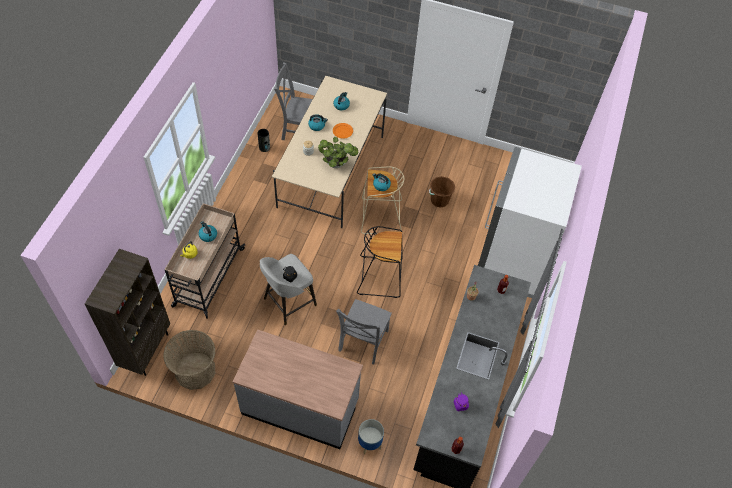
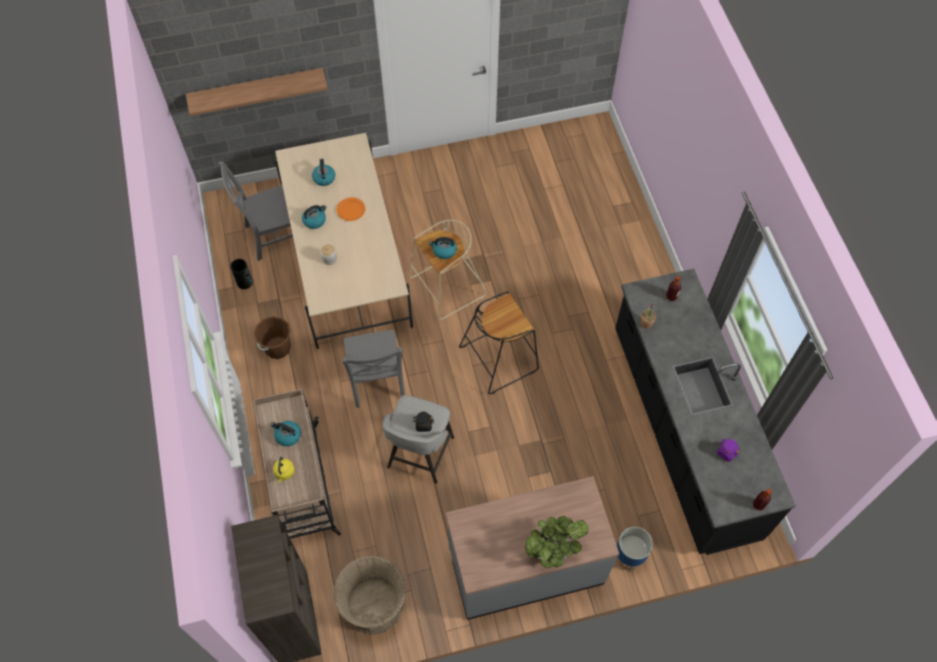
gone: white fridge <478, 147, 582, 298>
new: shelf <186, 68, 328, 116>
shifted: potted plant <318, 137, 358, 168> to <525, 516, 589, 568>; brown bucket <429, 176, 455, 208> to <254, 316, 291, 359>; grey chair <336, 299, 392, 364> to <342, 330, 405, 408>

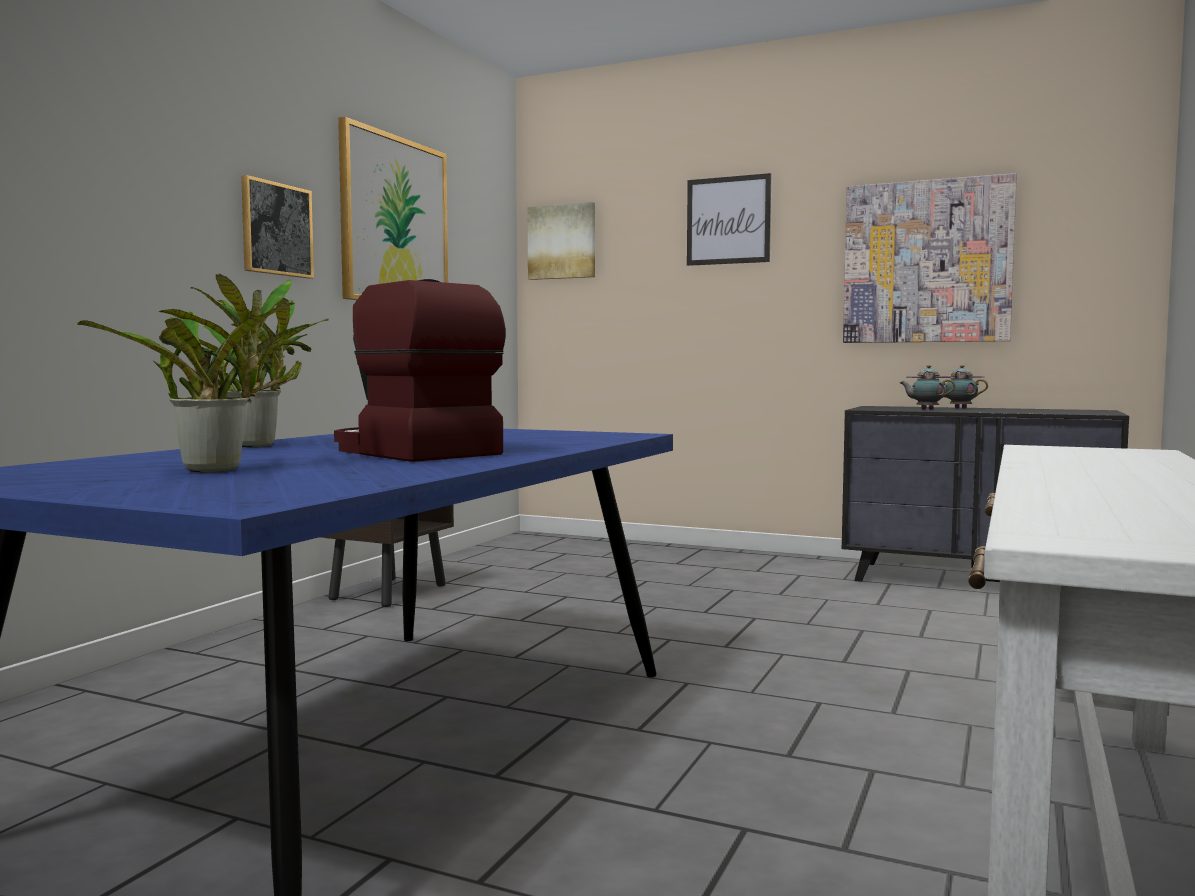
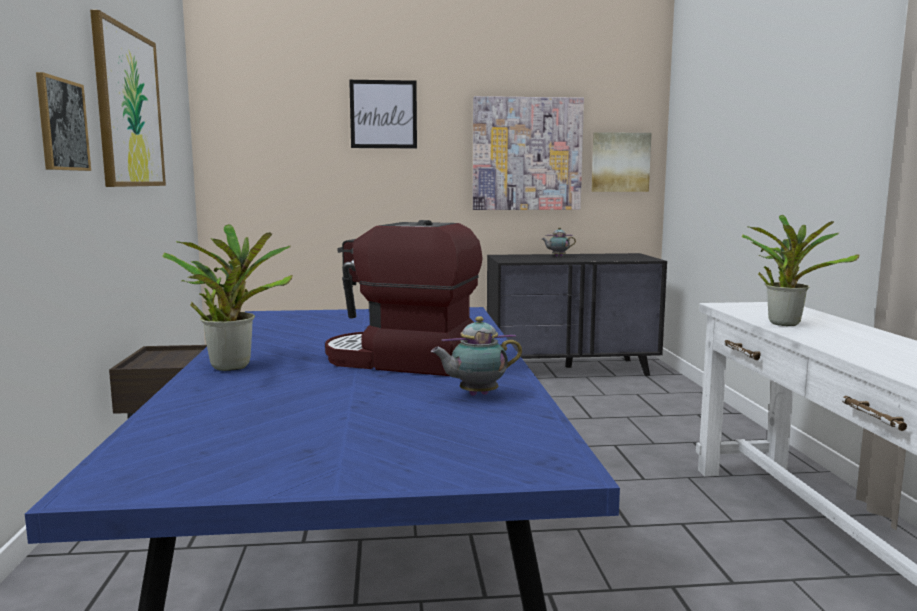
shifted: picture <527, 202, 595, 280> to <591, 132, 651, 192>; potted plant <77, 274, 311, 473> to <742, 215, 859, 326>; teapot <900, 365, 955, 410> to <431, 316, 522, 396>

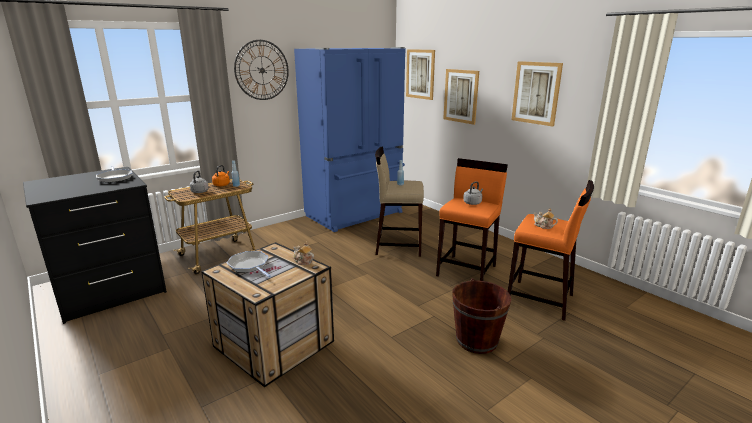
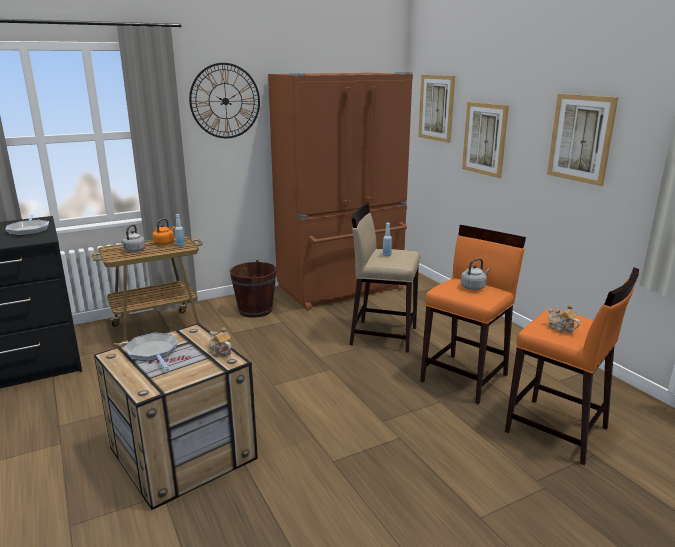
shifted: brown bucket <452, 278, 511, 354> to <230, 260, 277, 318>
repainted: blue fridge <294, 47, 406, 232> to brown fridge <268, 72, 413, 310>

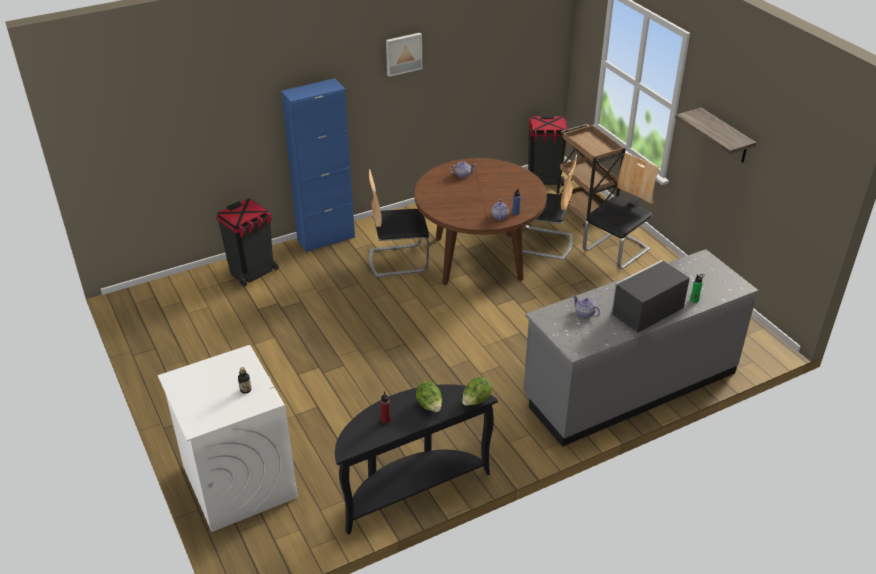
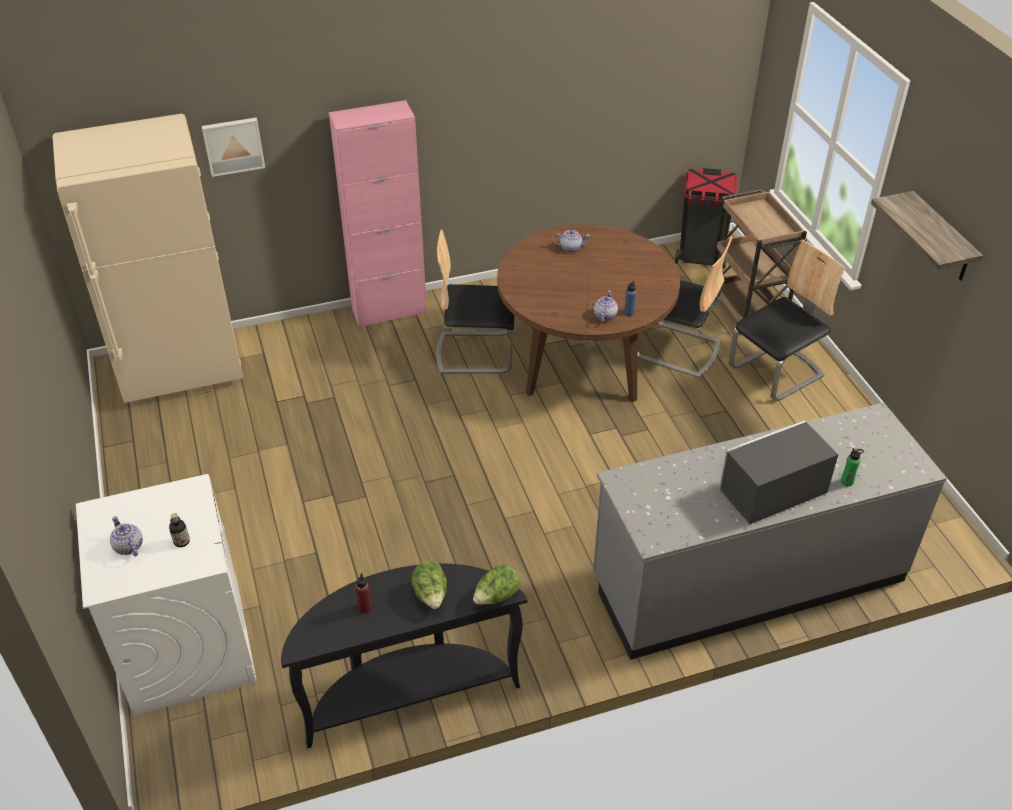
gone: black trash can <216, 199, 279, 287>
new: beige fridge <53, 114, 243, 403>
shifted: picture <386, 33, 422, 77> to <202, 117, 265, 177>; teapot <573, 295, 600, 318> to <110, 516, 143, 556>
repainted: blue cabinet <281, 78, 355, 252> to pink cabinet <329, 100, 427, 327>

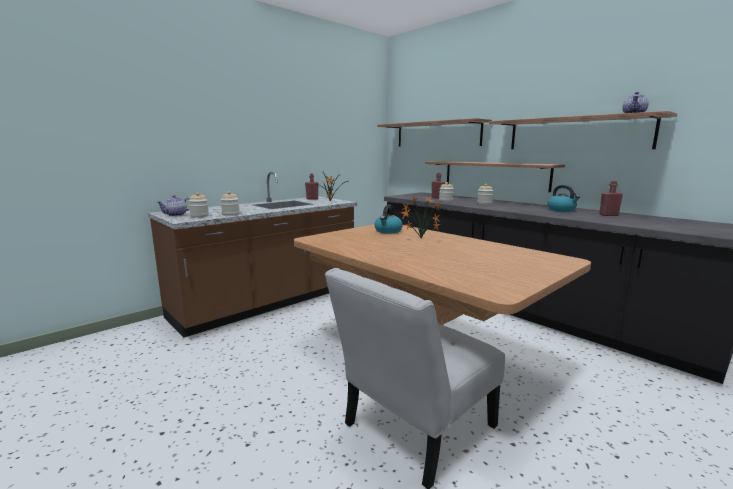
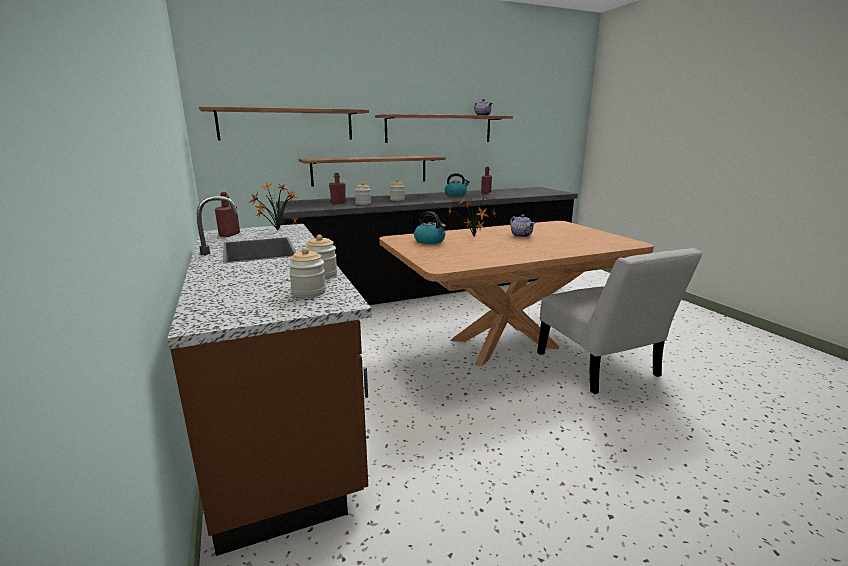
shifted: teapot <157, 195, 190, 216> to <510, 214, 535, 237>

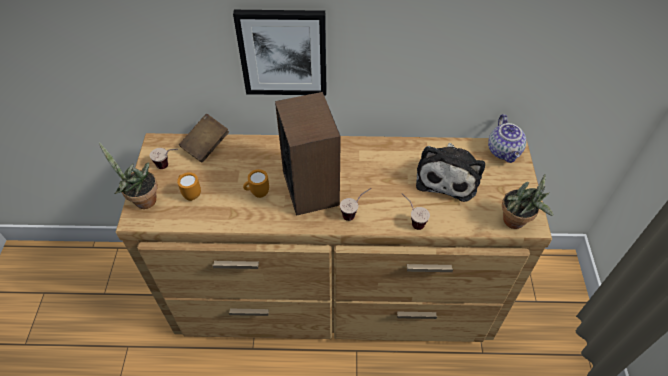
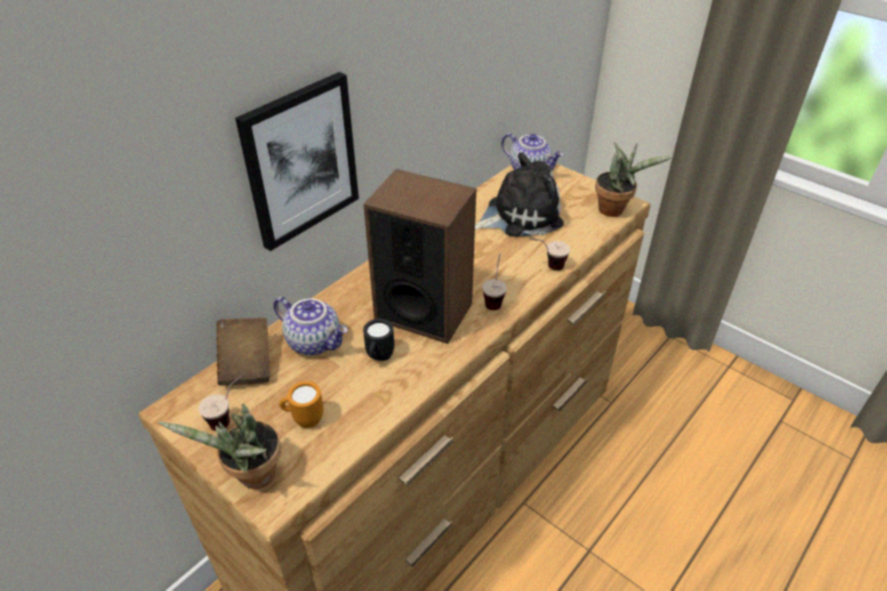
new: teapot <273, 297, 348, 355>
repainted: orange mug <243, 169, 269, 198> to black mug <363, 319, 394, 361>
rotated: plush toy <416, 143, 485, 202> = <475, 152, 564, 237> 75 degrees counterclockwise

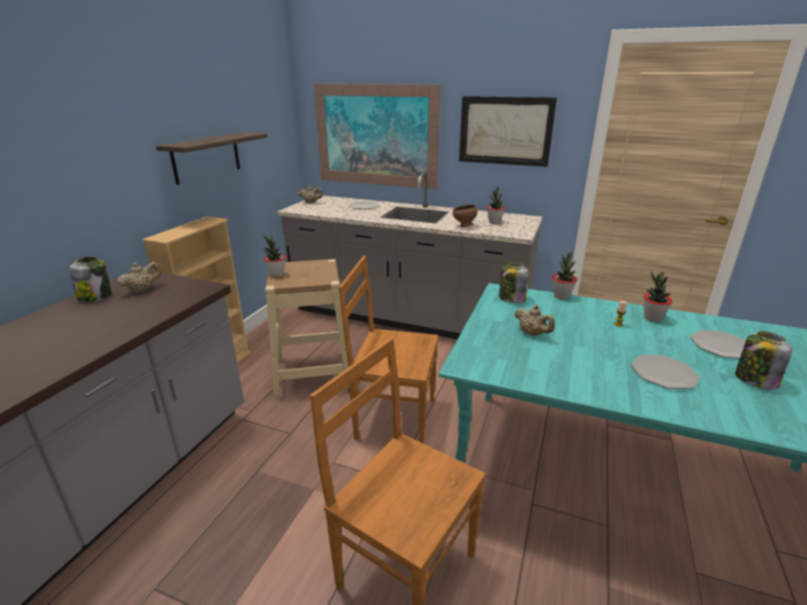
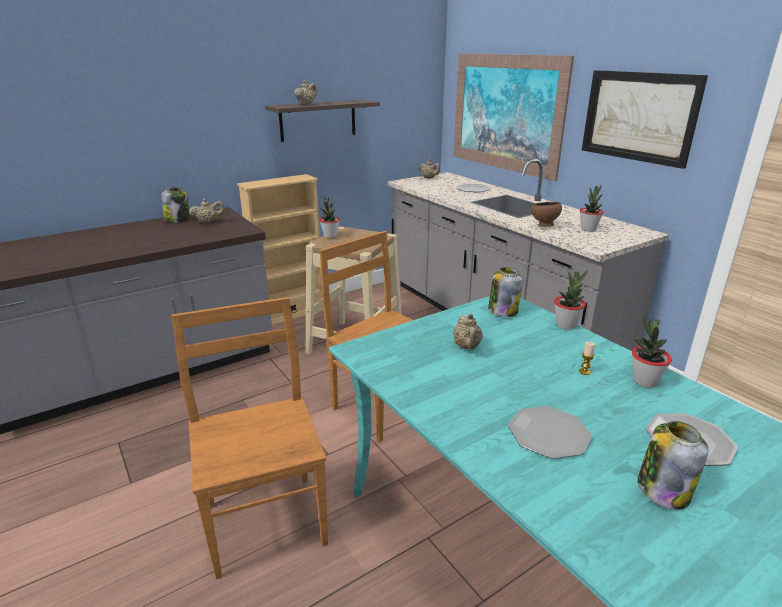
new: beige teapot <294, 80, 317, 105>

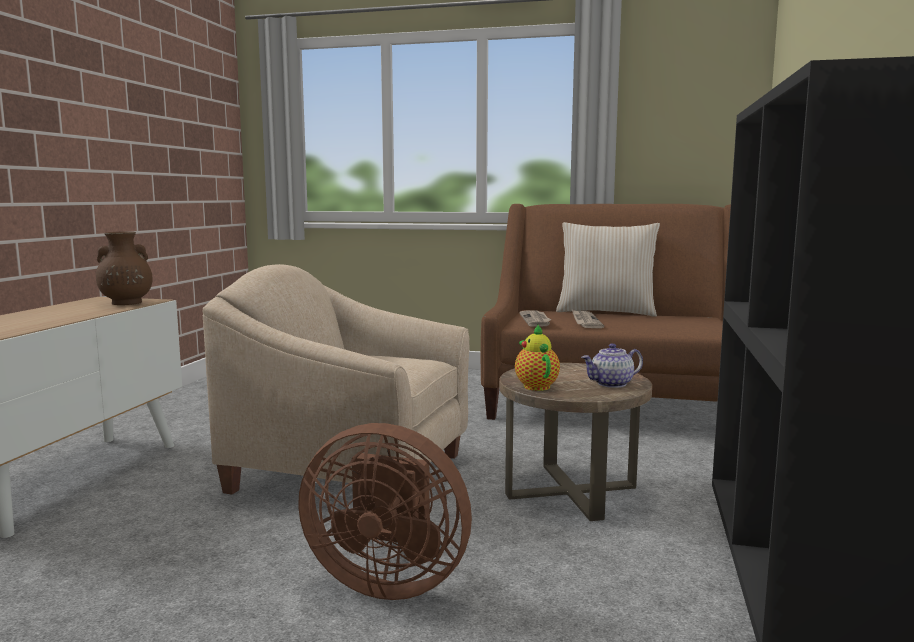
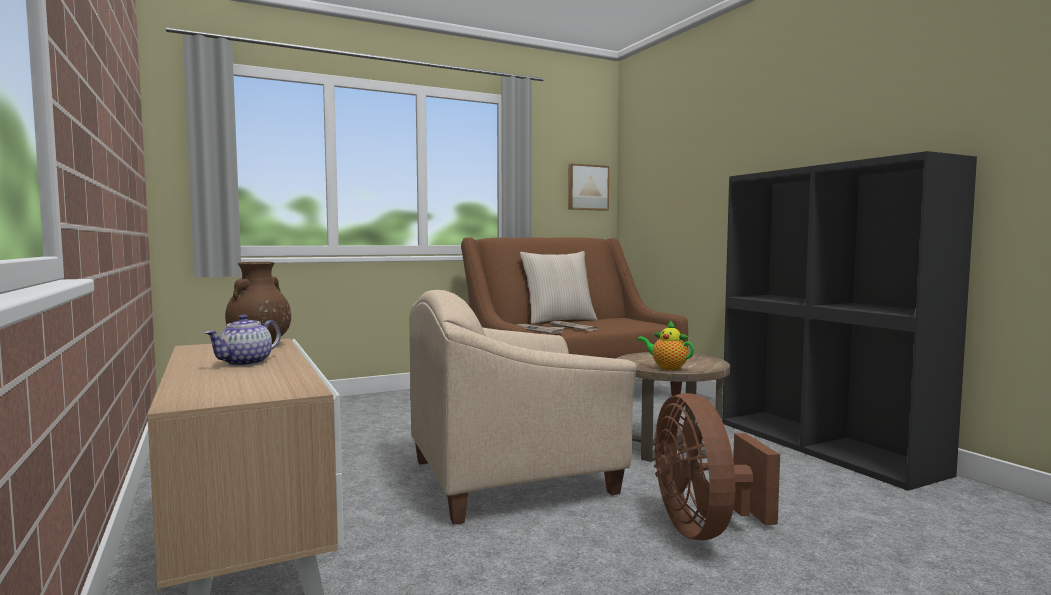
new: picture <568, 164, 609, 211>
shifted: teapot <581, 343, 643, 388> to <205, 314, 281, 366>
rotated: brown fan <298, 423, 472, 600> = <654, 393, 780, 540> 105 degrees clockwise

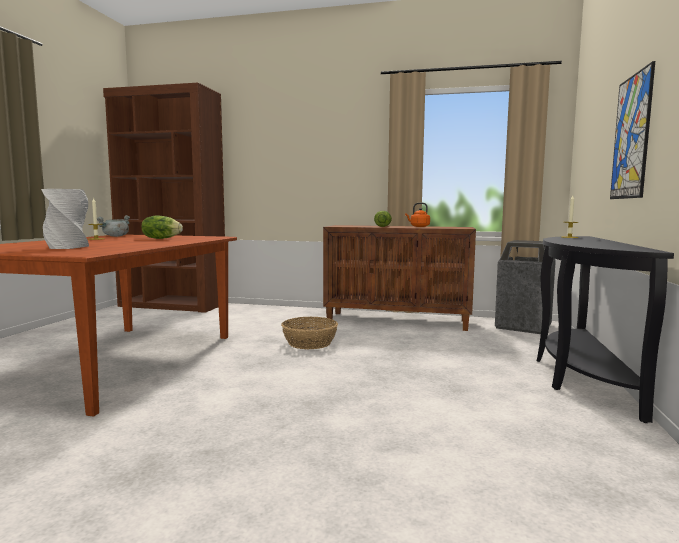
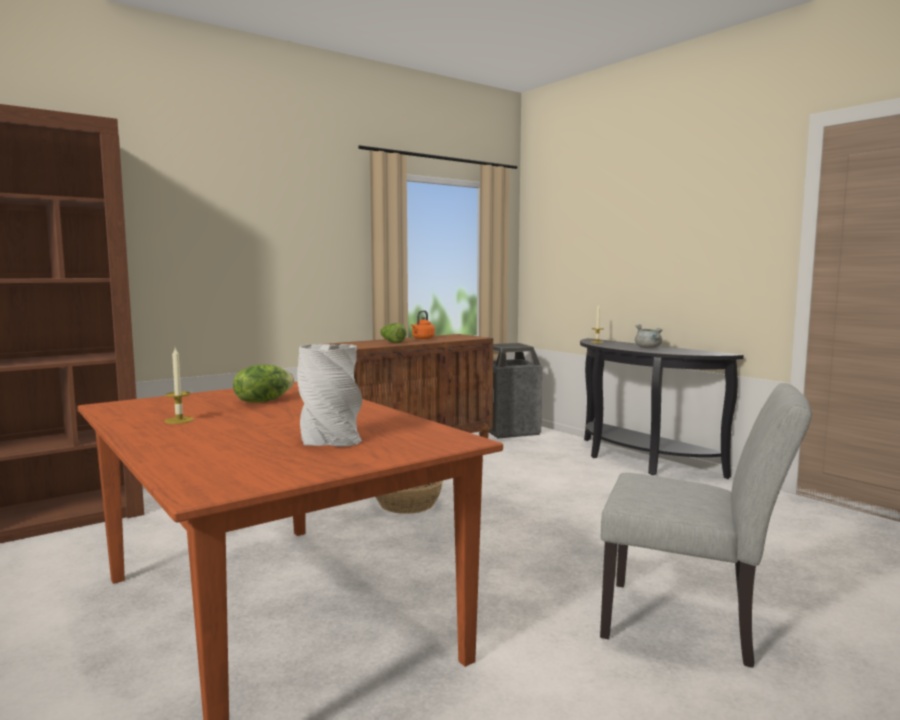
gone: picture <610, 61, 655, 199>
new: grey chair <600, 383, 812, 668>
shifted: grey cooking pot <97, 215, 130, 237> to <635, 324, 663, 348>

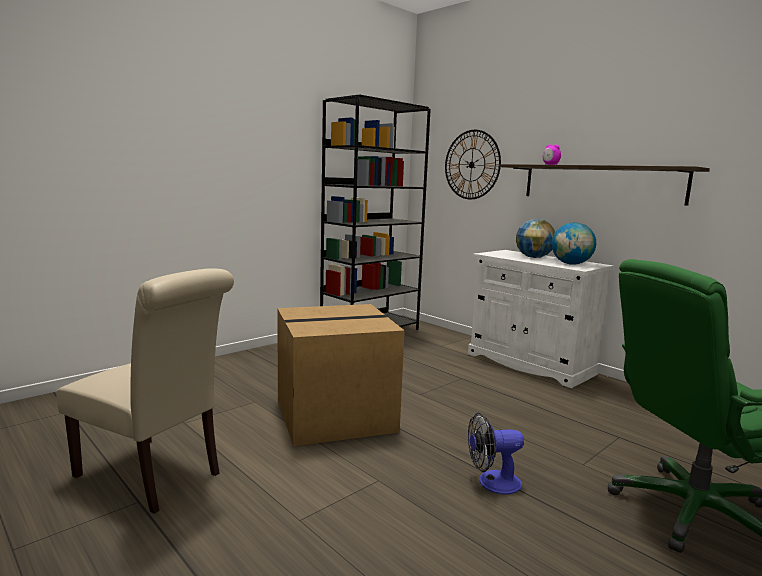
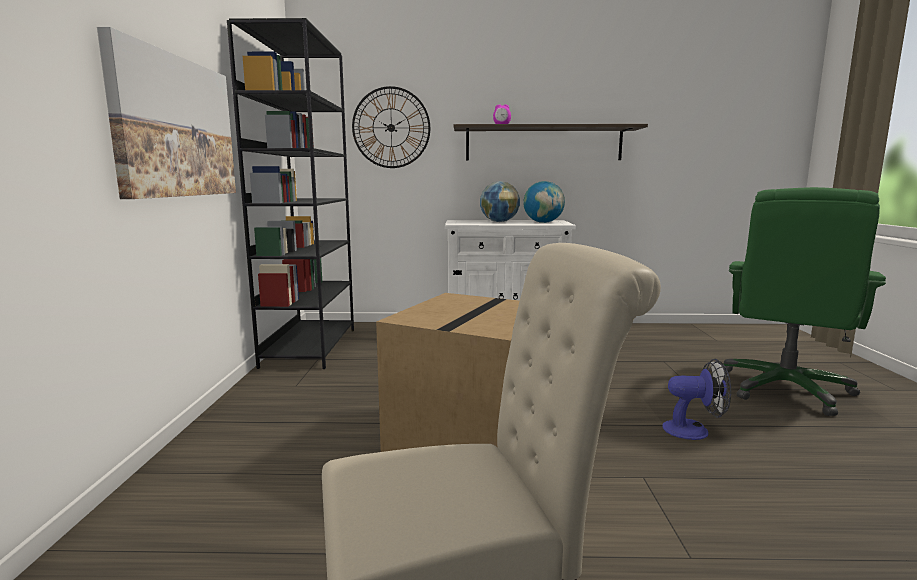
new: picture <97, 27, 236, 199>
rotated: fan <468, 413, 524, 495> = <662, 359, 731, 440> 120 degrees counterclockwise

